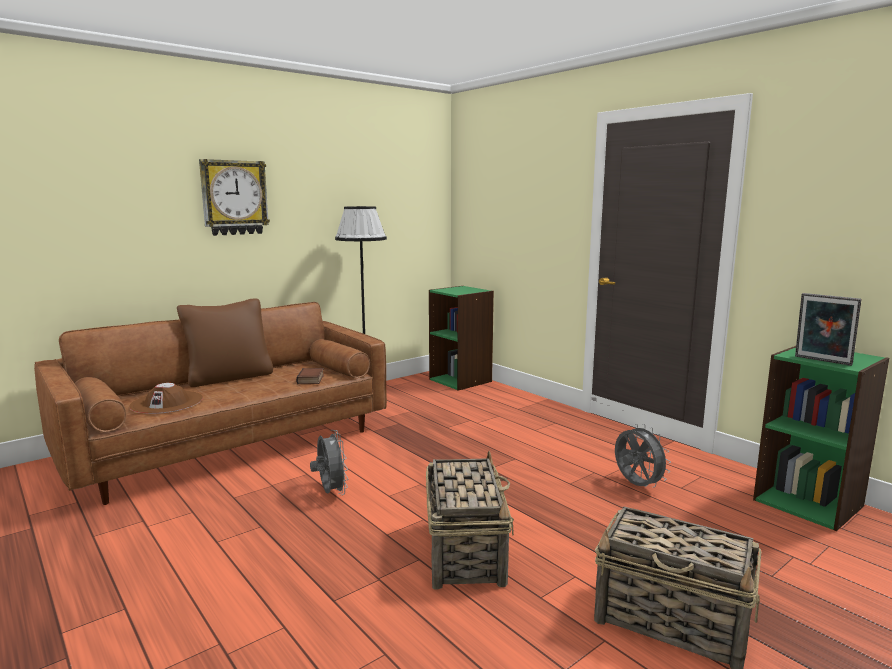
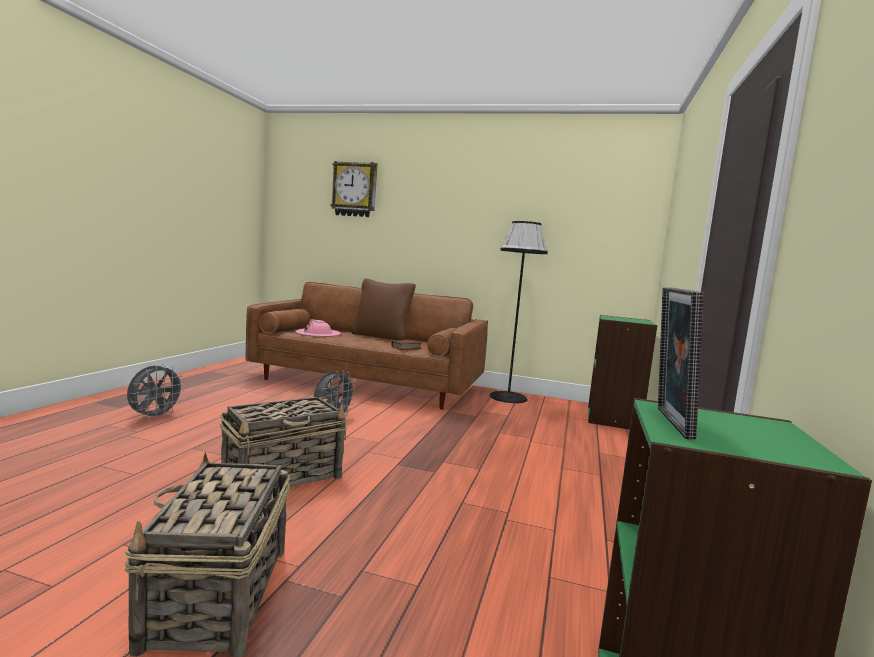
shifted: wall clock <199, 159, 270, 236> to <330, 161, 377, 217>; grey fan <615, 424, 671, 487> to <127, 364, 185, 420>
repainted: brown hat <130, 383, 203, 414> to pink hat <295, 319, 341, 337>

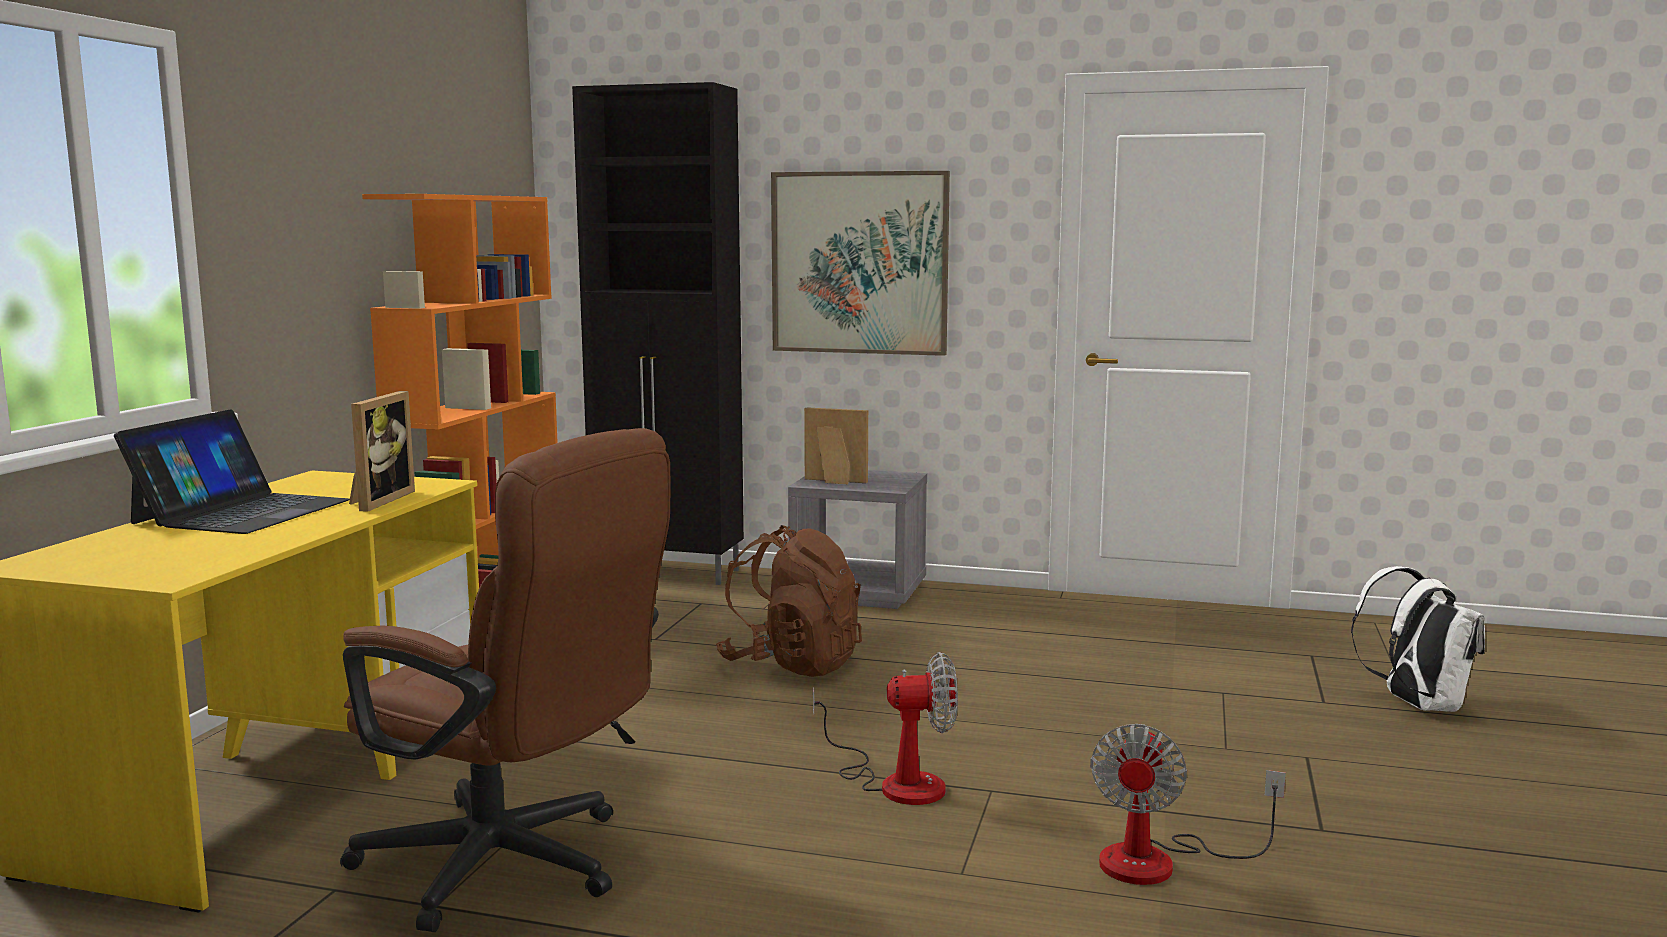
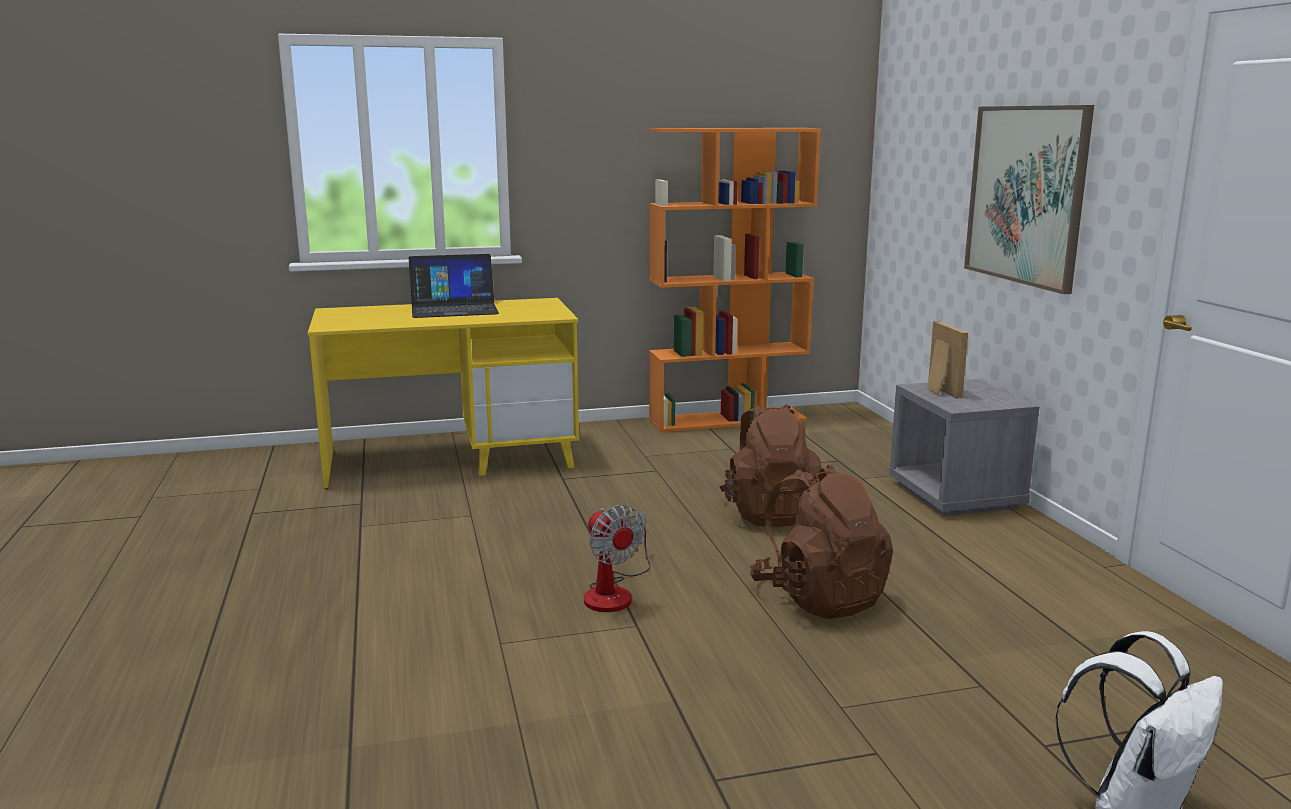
gone: black cabinet <572, 82, 744, 585>; picture frame <349, 391, 415, 512>; brown office chair <340, 428, 670, 932>; fan <1090, 724, 1286, 885>
new: brown backpack <750, 464, 893, 619>

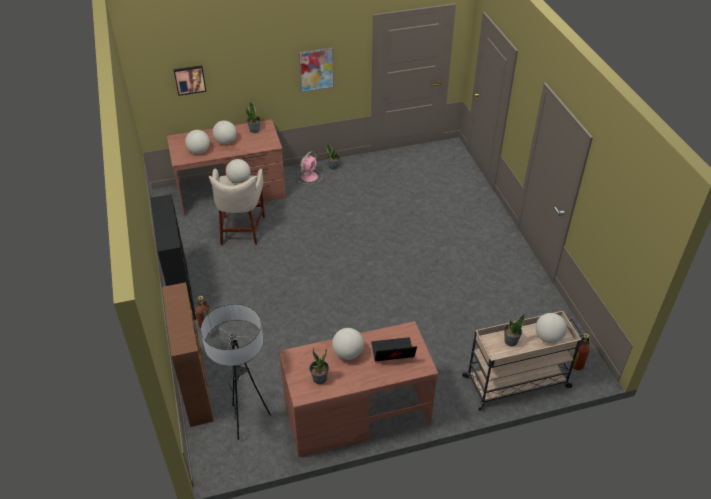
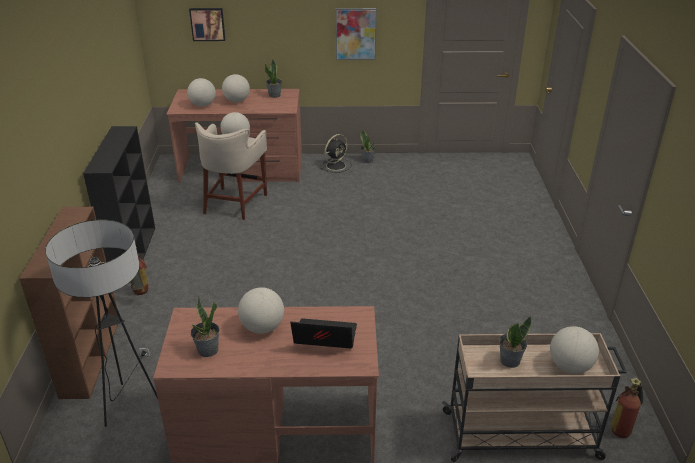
repainted: pink fan <298, 151, 322, 184> to black fan <321, 134, 351, 173>

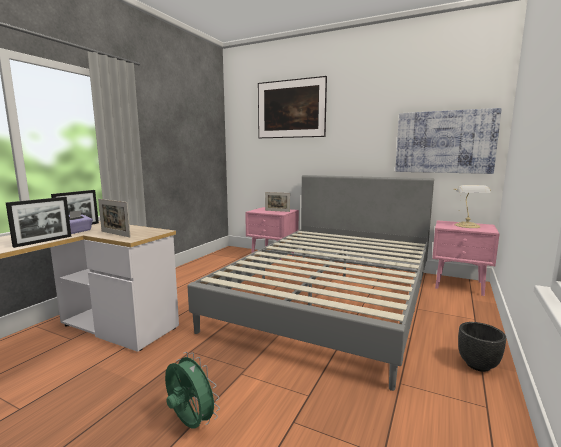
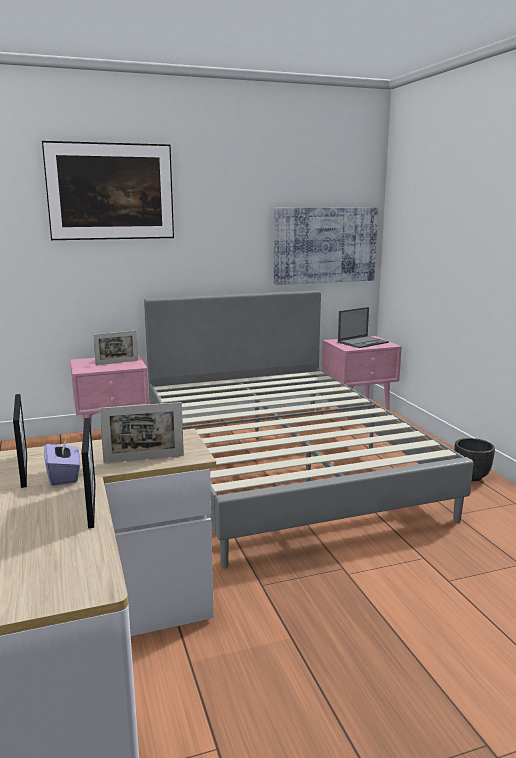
gone: green fan <165, 352, 220, 429>
swapped: table lamp <454, 185, 491, 228> to laptop <338, 307, 389, 348>

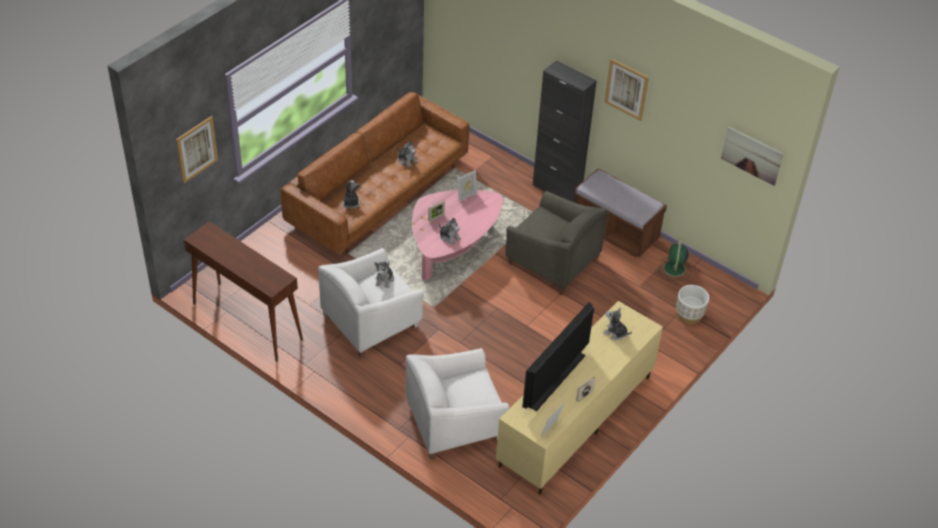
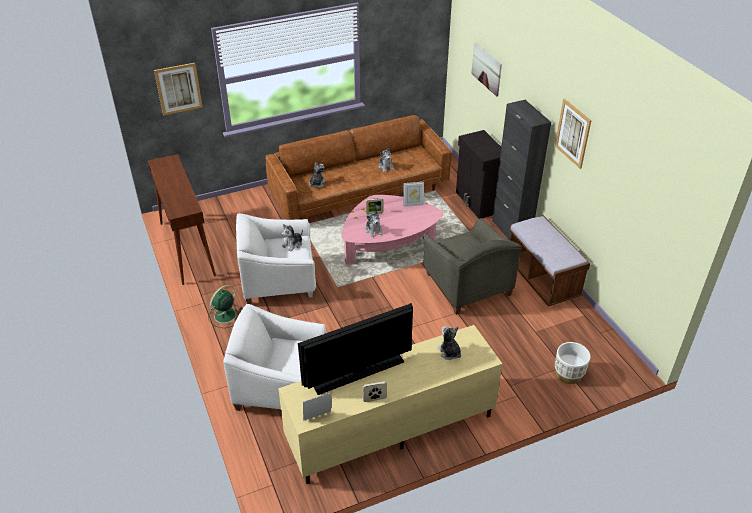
new: black cabinet <456, 130, 501, 219>
shifted: picture <721, 127, 783, 186> to <471, 42, 502, 97>; green fan <659, 238, 691, 281> to <208, 285, 242, 328>

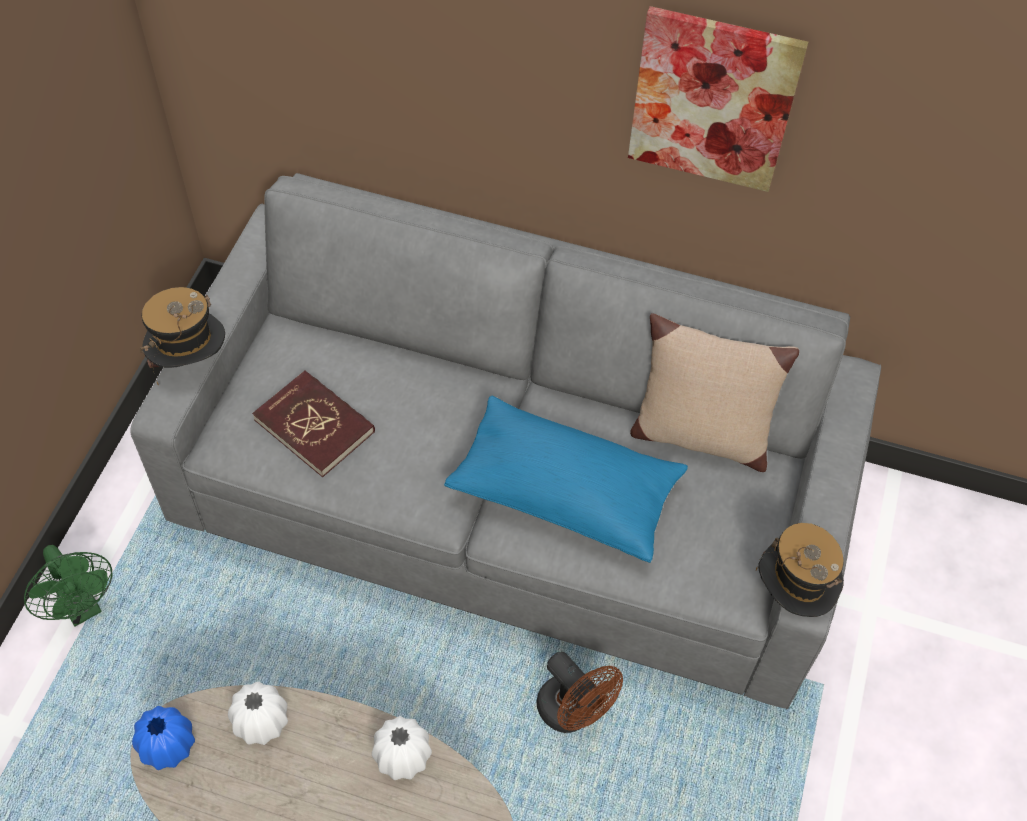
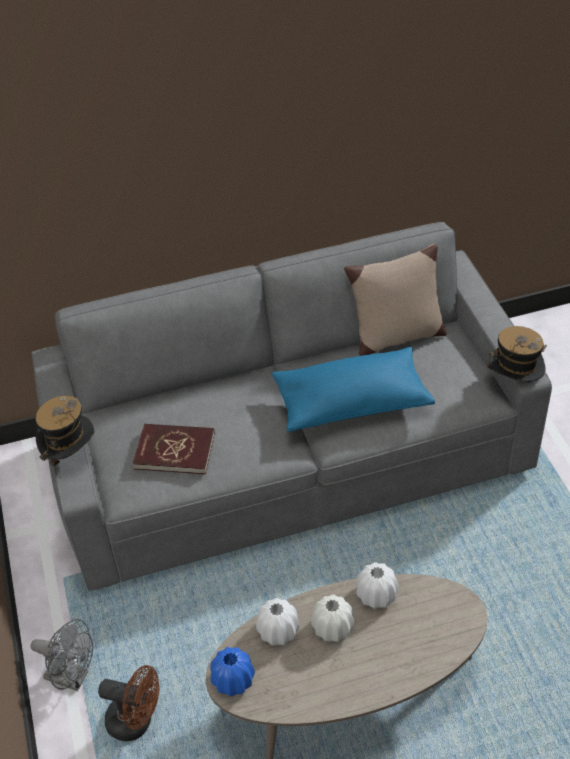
gone: picture <628, 6, 808, 192>
new: white vase <311, 594, 354, 642>
shifted: brown fan <537, 652, 623, 733> to <98, 665, 159, 741>
repainted: green fan <24, 545, 112, 627> to grey fan <31, 619, 93, 691>

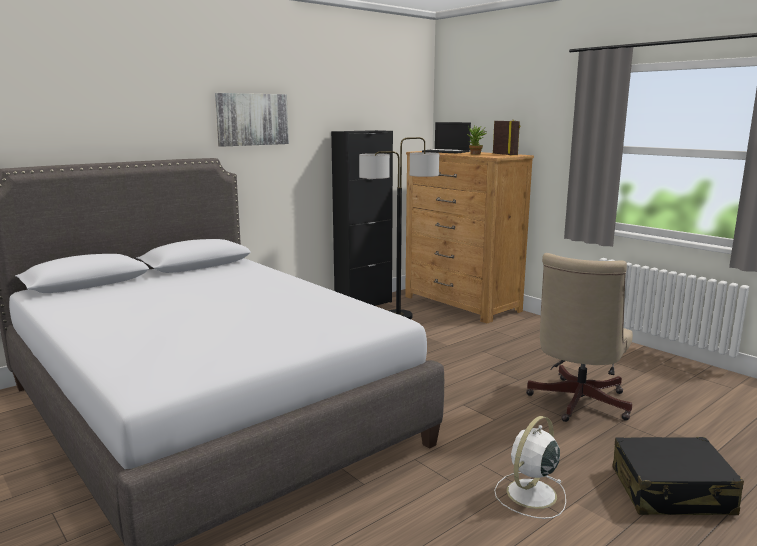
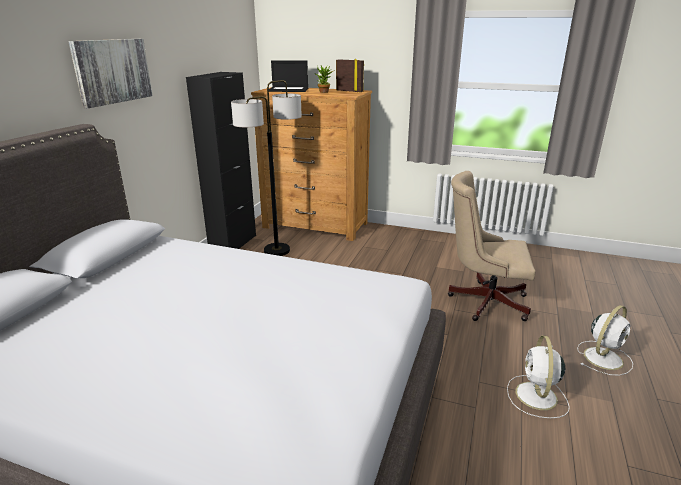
swapped: black suitcase <612, 437, 744, 515> to white fan <577, 305, 633, 376>
rotated: beige office chair <526, 253, 633, 422> = <448, 171, 536, 321> 105 degrees clockwise

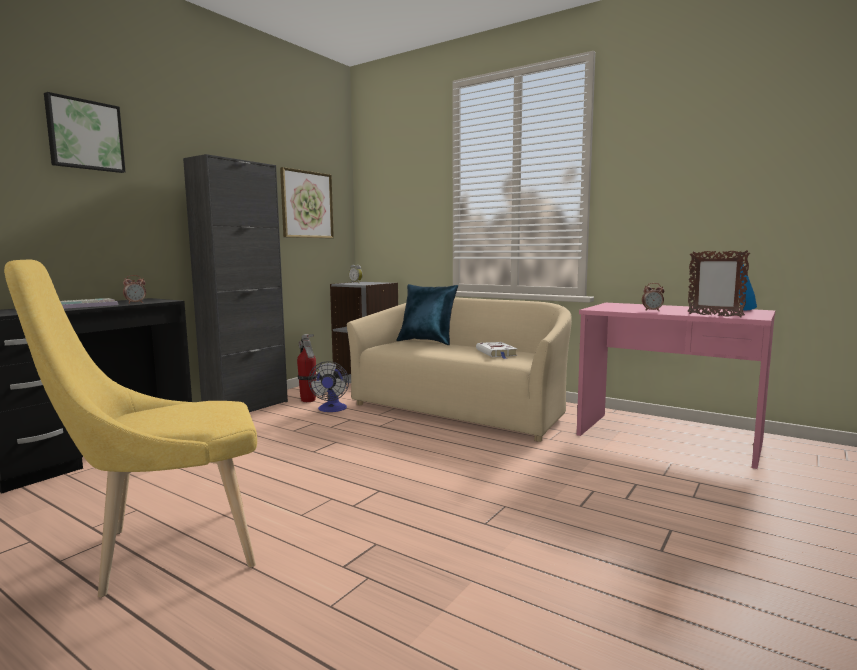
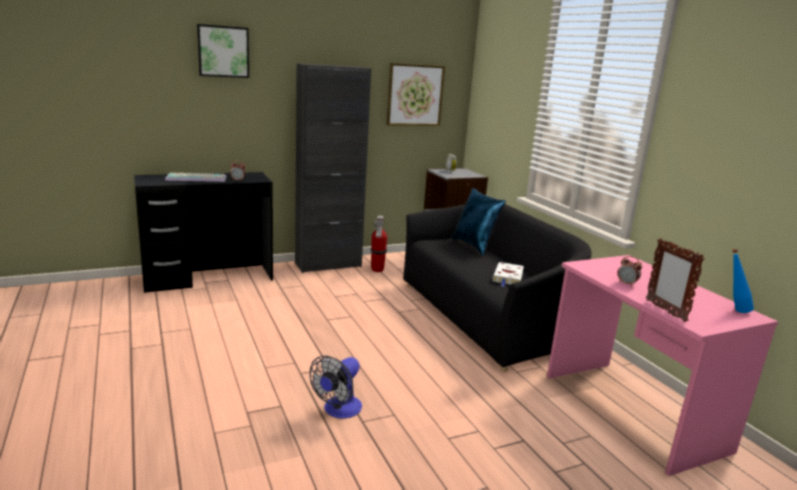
gone: yellow chair <4, 259, 257, 597>
shifted: fan <308, 361, 349, 412> to <310, 356, 362, 419>
repainted: beige sofa <347, 297, 572, 442> to black sofa <403, 204, 591, 371>

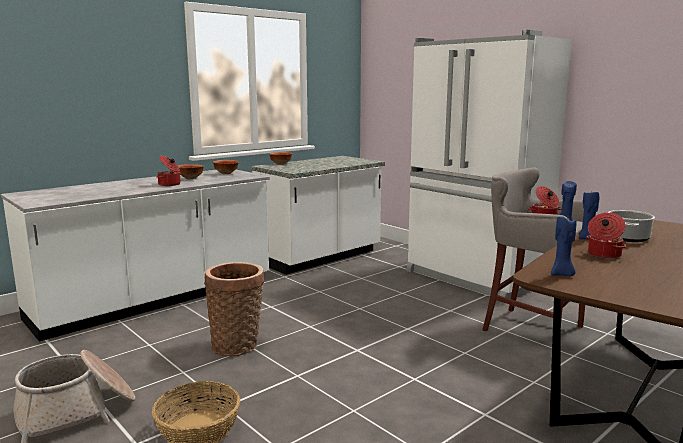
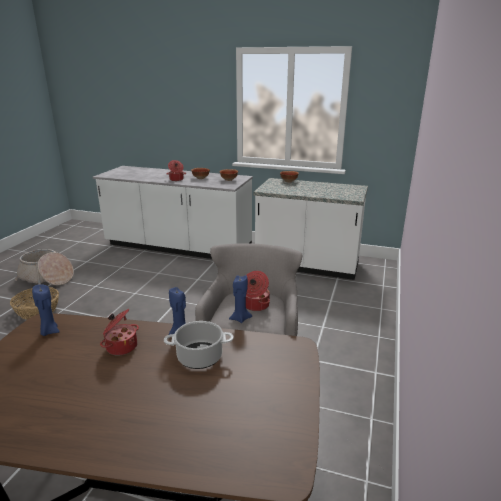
gone: white fridge <407, 30, 572, 299>; basket <204, 262, 264, 356>

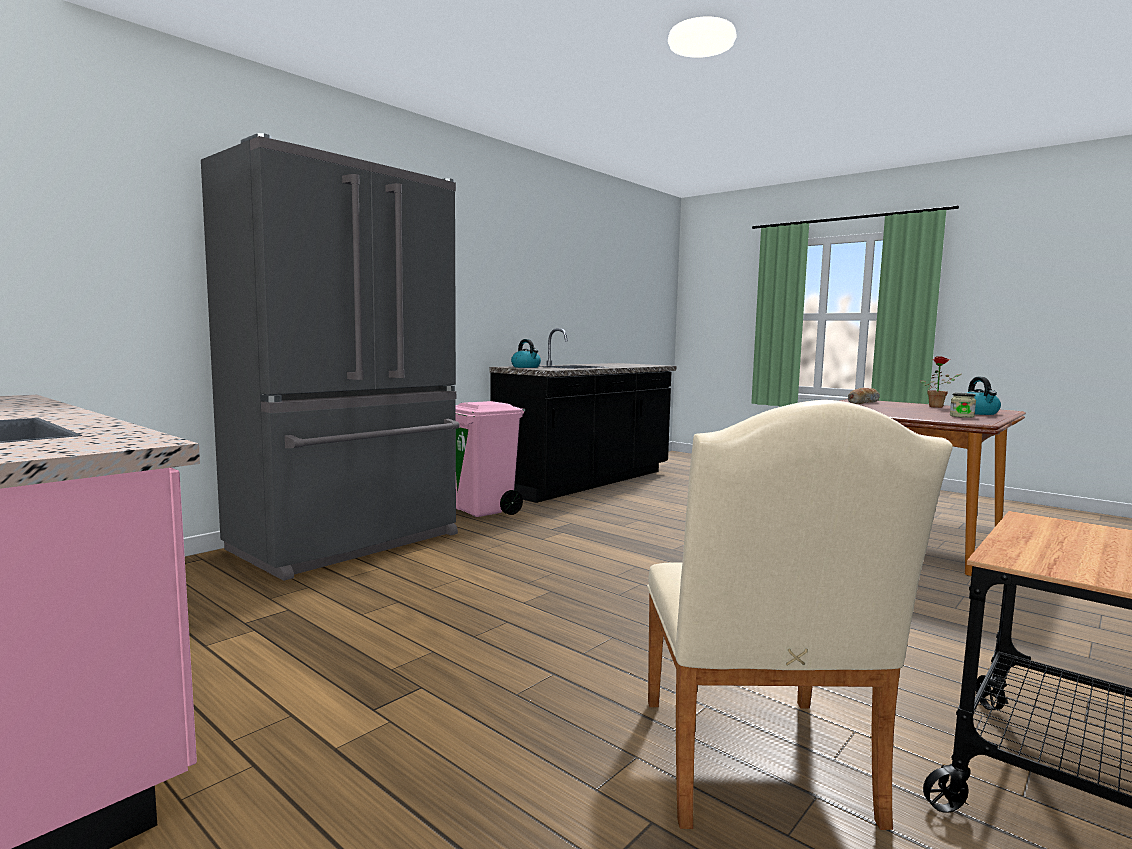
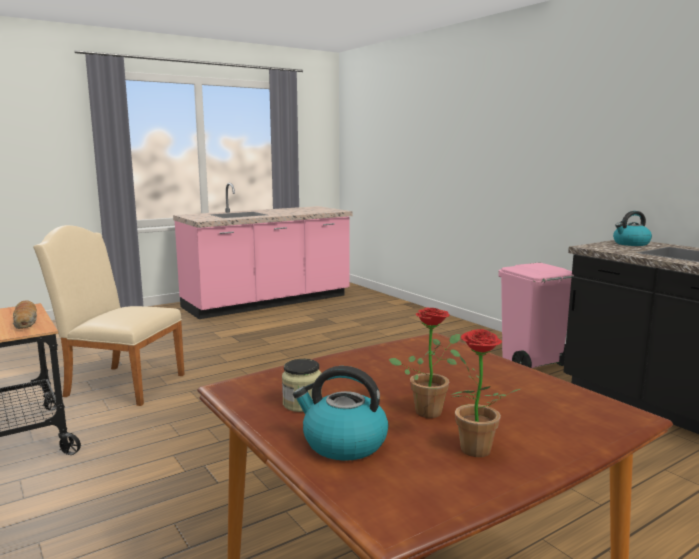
gone: grey fridge <201, 133, 460, 581>
new: potted plant <389, 307, 461, 418>
shifted: bread <848, 388, 880, 404> to <13, 300, 37, 329>

